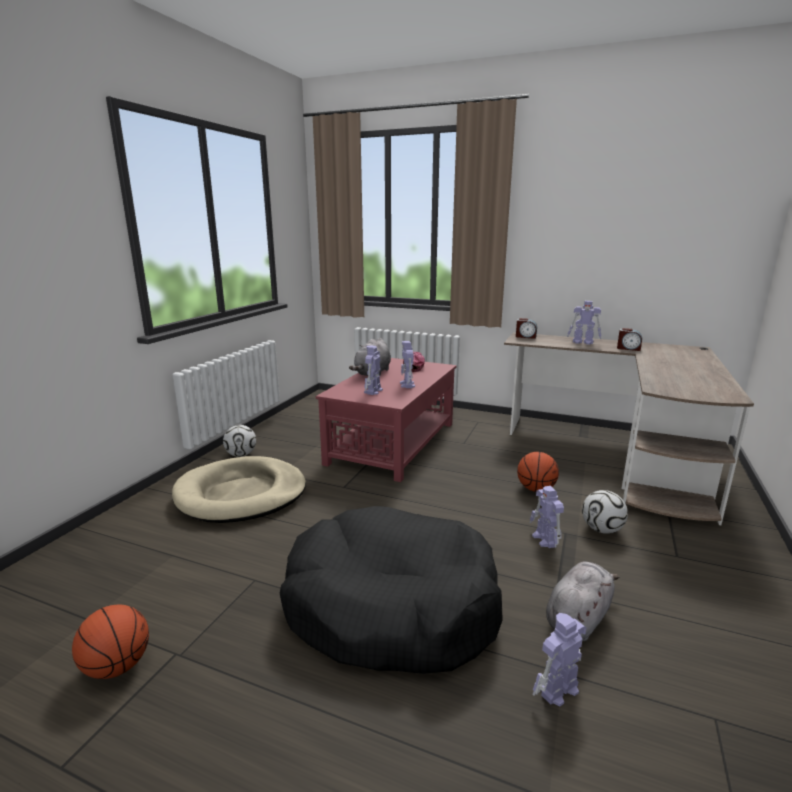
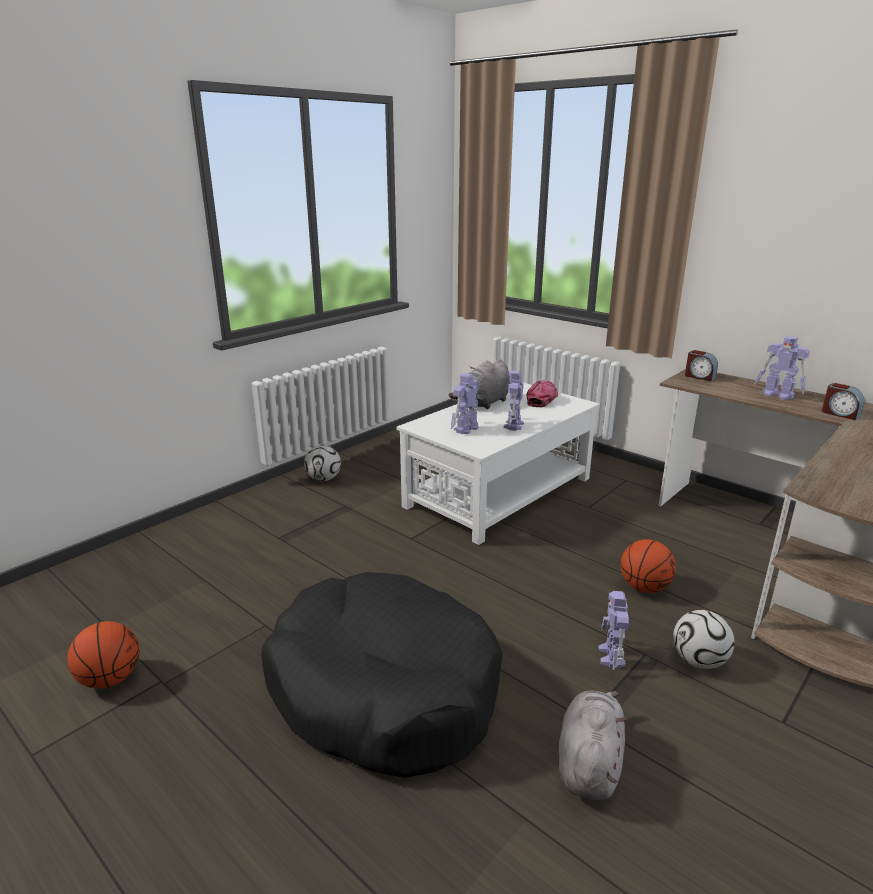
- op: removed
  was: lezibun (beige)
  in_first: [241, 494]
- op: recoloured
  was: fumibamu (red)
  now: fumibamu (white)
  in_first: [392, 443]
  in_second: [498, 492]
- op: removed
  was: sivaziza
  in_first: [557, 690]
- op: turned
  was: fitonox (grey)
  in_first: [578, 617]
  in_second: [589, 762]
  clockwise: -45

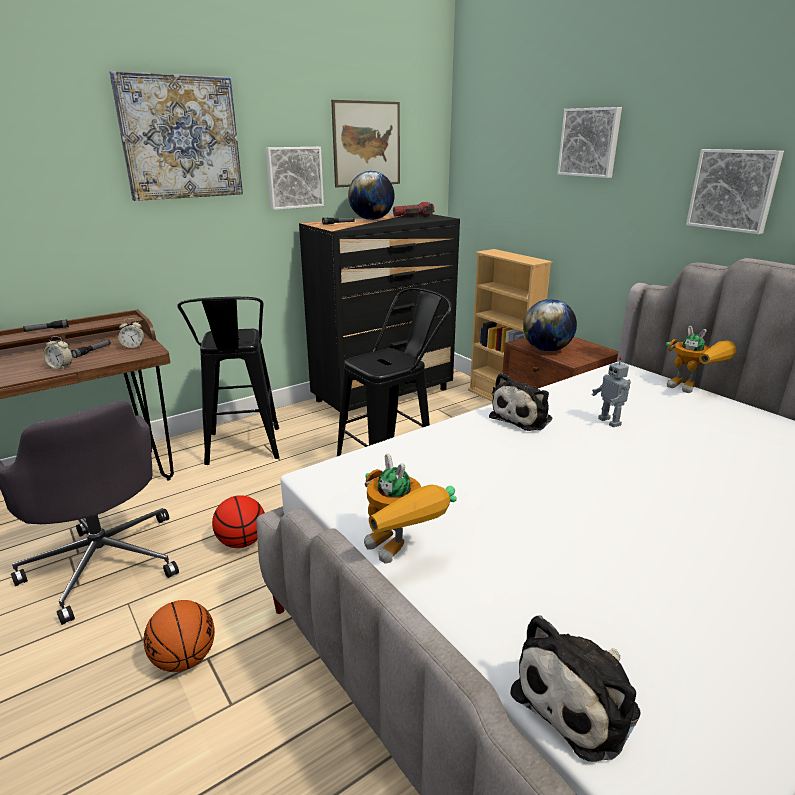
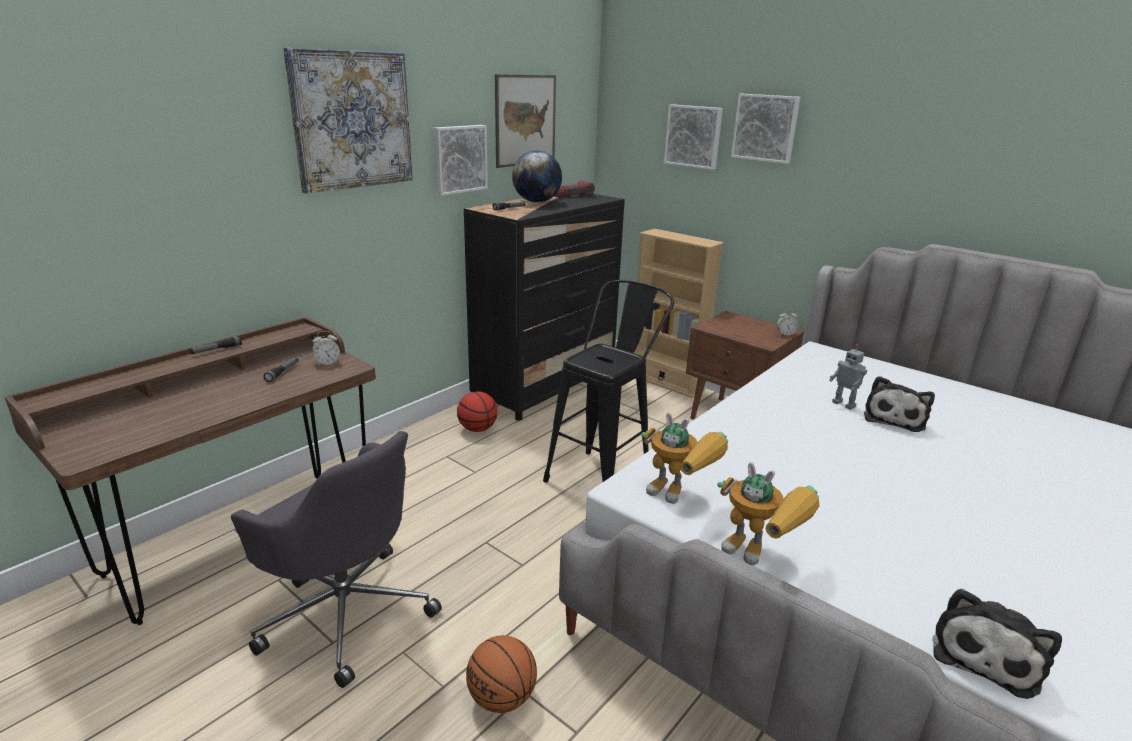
- op: moved
  was: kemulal
  in_first: [60, 367]
  in_second: [785, 334]
- op: removed
  was: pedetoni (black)
  in_first: [243, 451]
- op: moved
  was: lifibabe
  in_first: [241, 542]
  in_second: [477, 429]
- op: moved
  was: fitonox
  in_first: [523, 417]
  in_second: [894, 418]
- op: removed
  was: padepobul
  in_first: [546, 350]
- op: moved
  was: sivaziza
  in_first: [693, 389]
  in_second: [680, 495]
- op: moved
  was: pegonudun
  in_first: [733, 190]
  in_second: [693, 136]

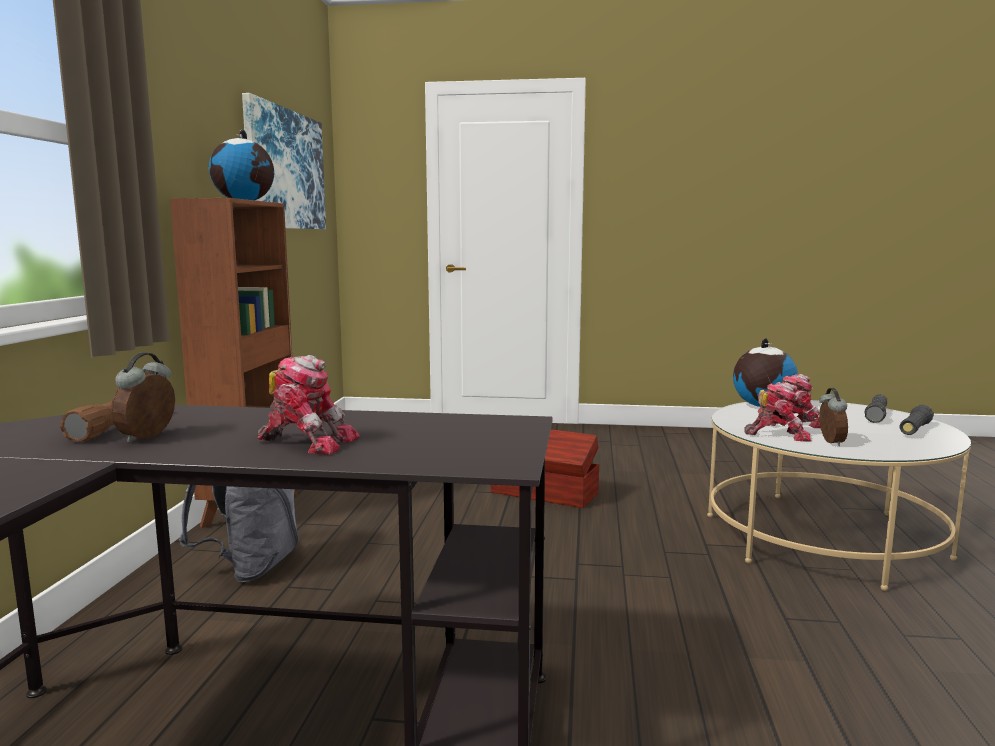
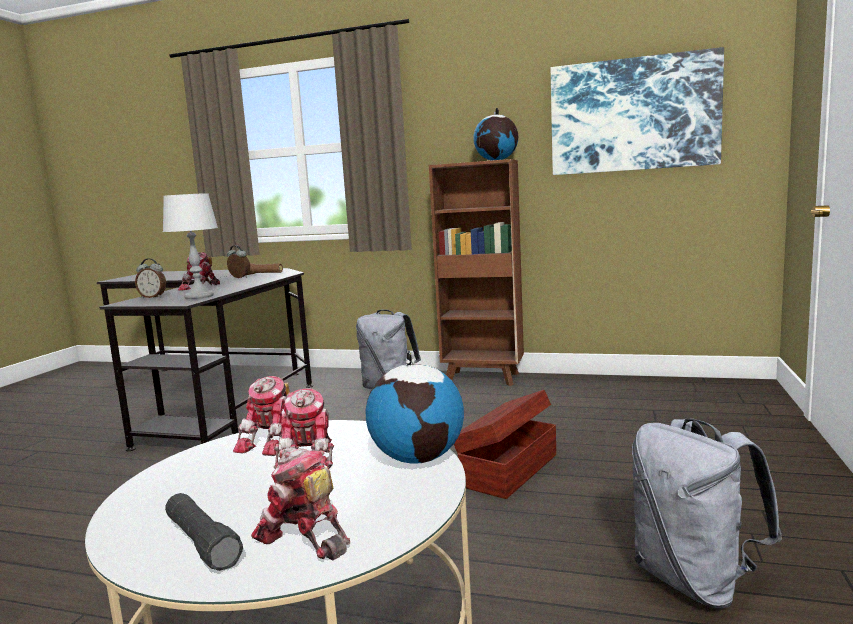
- op: moved
  was: kemulal
  in_first: [829, 442]
  in_second: [153, 297]
- op: replaced
  was: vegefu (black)
  now: sivaziza
  in_first: [876, 416]
  in_second: [304, 538]
- op: added
  now: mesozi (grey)
  in_second: [199, 296]
- op: added
  now: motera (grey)
  in_second: [695, 581]

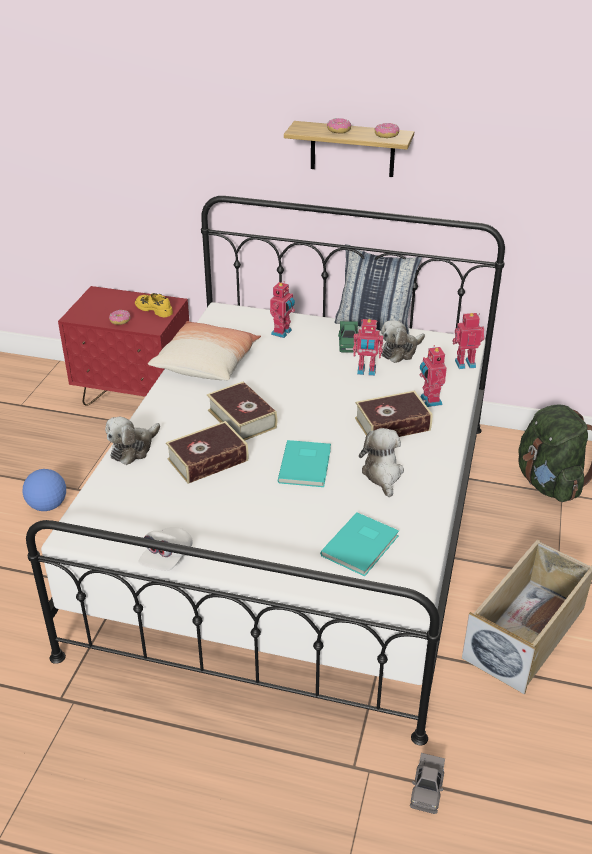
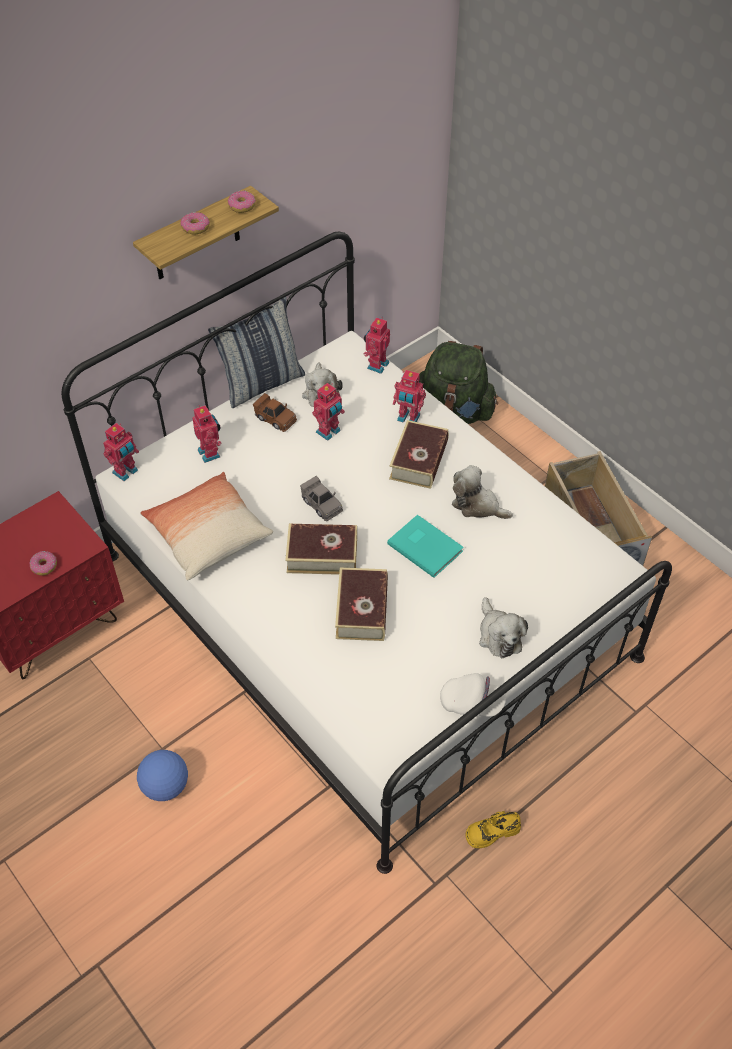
- op: moved
  was: fitonox
  in_first: [133, 449]
  in_second: [499, 635]
- op: moved
  was: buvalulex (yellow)
  in_first: [154, 309]
  in_second: [492, 831]
- op: turned
  was: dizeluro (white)
  in_first: [166, 558]
  in_second: [471, 703]
  clockwise: -45
- op: removed
  was: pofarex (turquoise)
  in_first: [362, 545]
- op: recoloured
  was: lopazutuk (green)
  now: lopazutuk (brown)
  in_first: [348, 344]
  in_second: [275, 418]
- op: moved
  was: lopazutuk (grey)
  in_first: [427, 789]
  in_second: [321, 504]
- op: added
  now: sivaziza
  in_second: [126, 472]

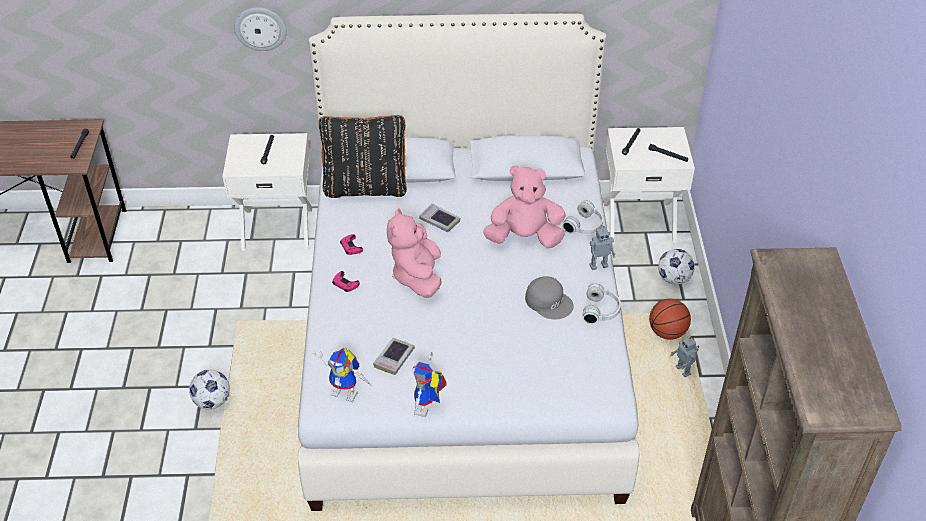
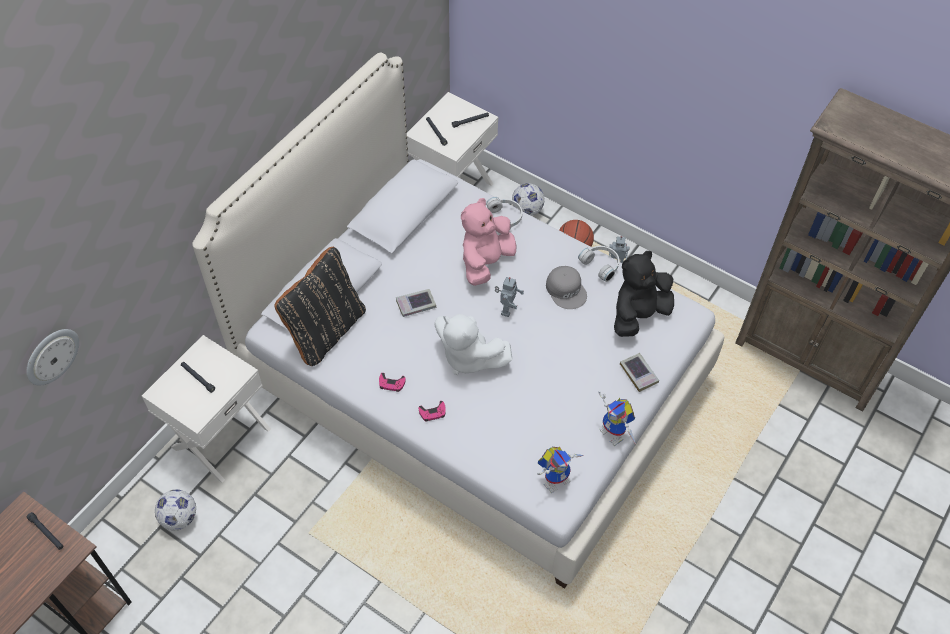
- op: moved
  was: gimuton
  in_first: [212, 401]
  in_second: [179, 518]
- op: moved
  was: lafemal
  in_first: [260, 28]
  in_second: [51, 356]
- op: moved
  was: pofarex
  in_first: [394, 358]
  in_second: [638, 374]
- op: recoloured
  was: fitonox (pink)
  now: fitonox (white)
  in_first: [417, 276]
  in_second: [468, 357]
- op: turned
  was: dizeluro (grey)
  in_first: [549, 301]
  in_second: [566, 290]
  clockwise: 75
- op: moved
  was: sivaziza
  in_first: [598, 265]
  in_second: [506, 309]
- op: added
  now: fitonox (black)
  in_second: [638, 315]

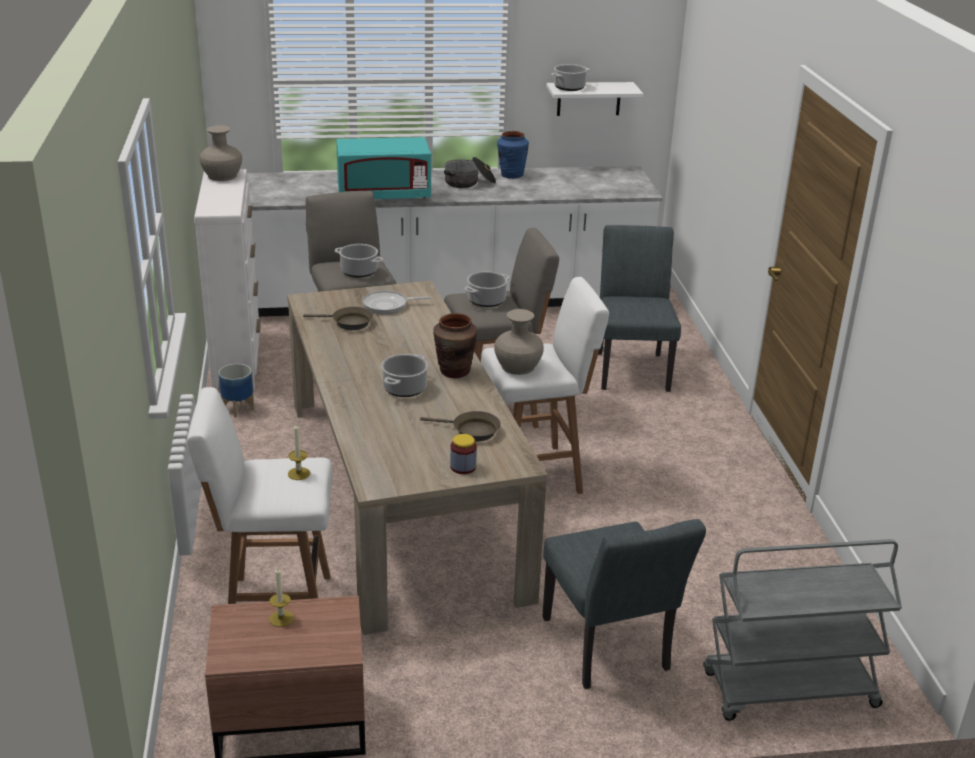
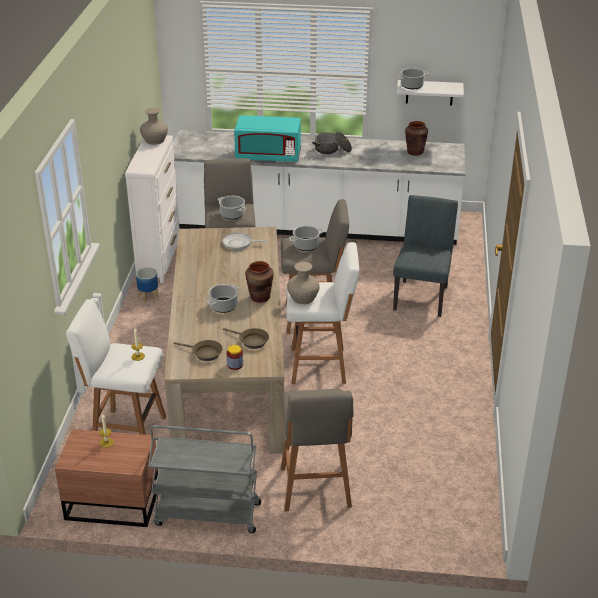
- op: moved
  was: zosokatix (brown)
  in_first: [348, 323]
  in_second: [204, 353]
- op: removed
  was: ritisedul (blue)
  in_first: [511, 175]
- op: replaced
  was: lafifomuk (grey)
  now: pedetoni (grey)
  in_first: [609, 651]
  in_second: [315, 489]
- op: moved
  was: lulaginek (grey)
  in_first: [788, 691]
  in_second: [206, 514]
- op: added
  now: ritisedul (brown)
  in_second: [415, 152]

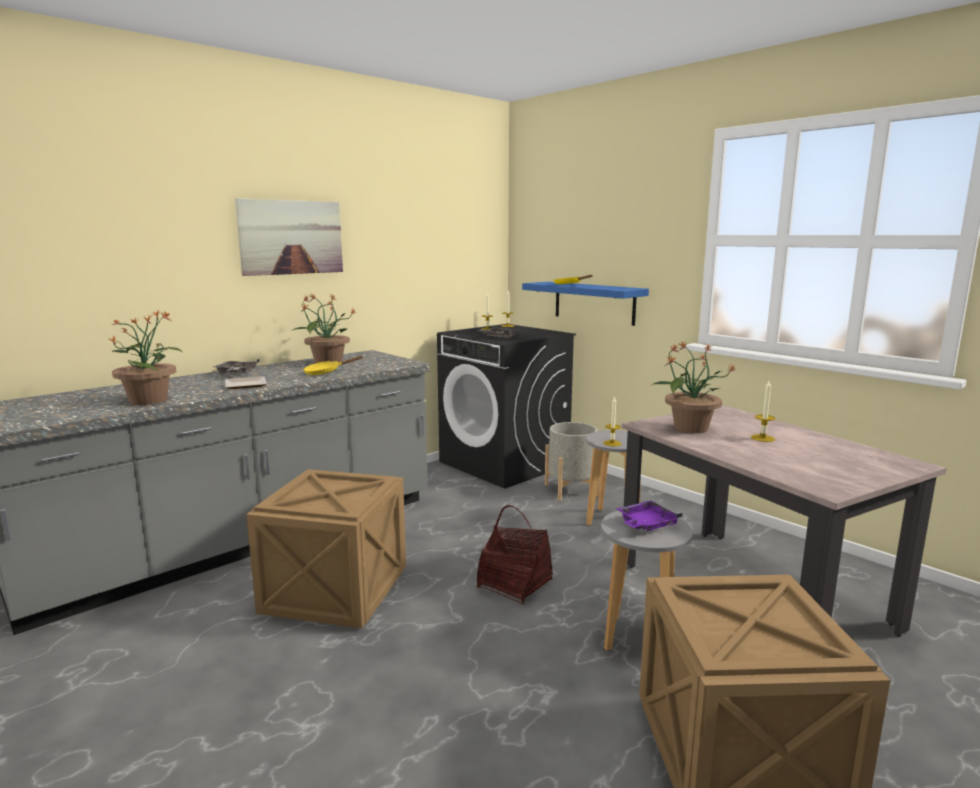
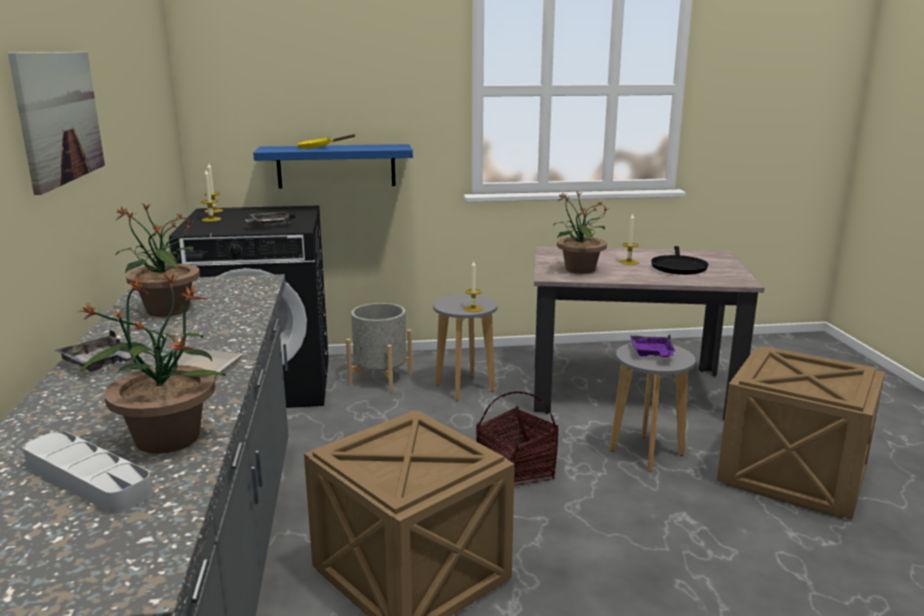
- op: removed
  was: zosokatix (yellow)
  in_first: [326, 372]
- op: added
  now: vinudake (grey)
  in_second: [87, 478]
- op: added
  now: zosokatix (black)
  in_second: [678, 267]

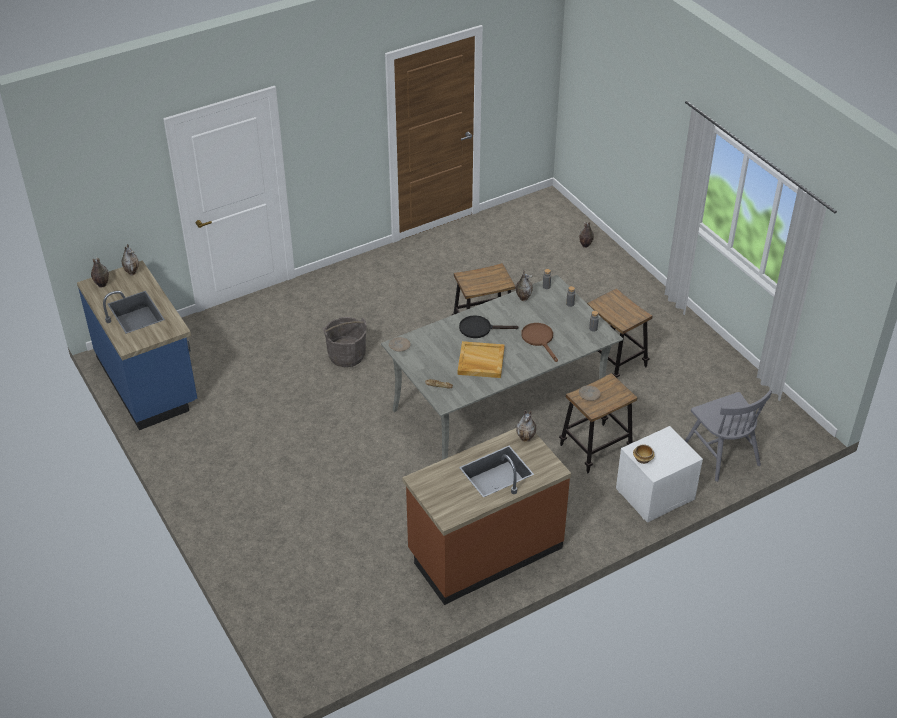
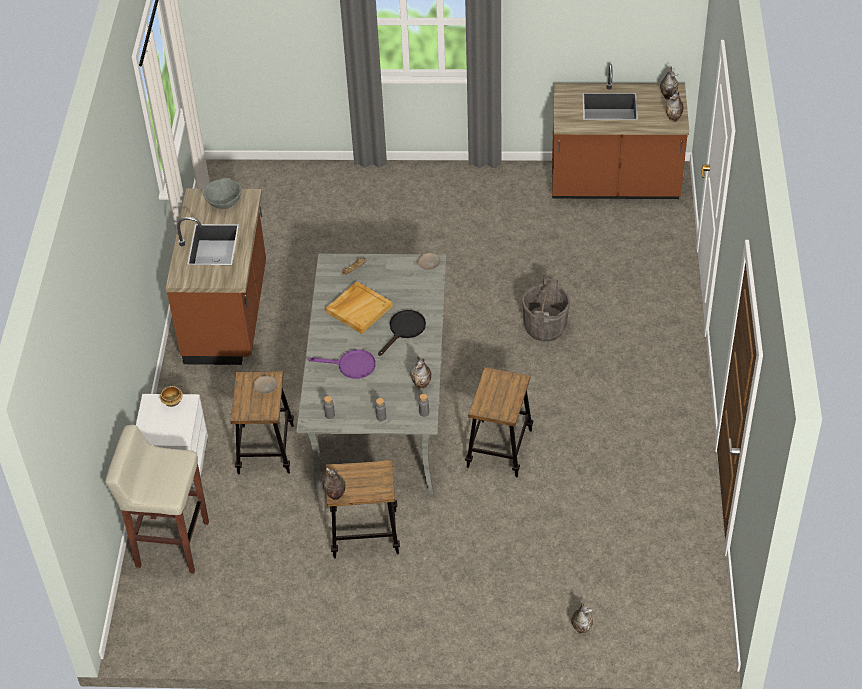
- op: recoloured
  was: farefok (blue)
  now: farefok (brown)
  in_first: [148, 381]
  in_second: [614, 185]
- op: moved
  was: ritisedul
  in_first: [526, 438]
  in_second: [335, 496]
- op: recoloured
  was: zosokatix (brown)
  now: zosokatix (purple)
  in_first: [539, 339]
  in_second: [351, 366]
- op: replaced
  was: lafifomuk (grey)
  now: pedetoni (beige)
  in_first: [721, 453]
  in_second: [171, 544]
- op: added
  now: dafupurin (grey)
  in_second: [224, 202]

